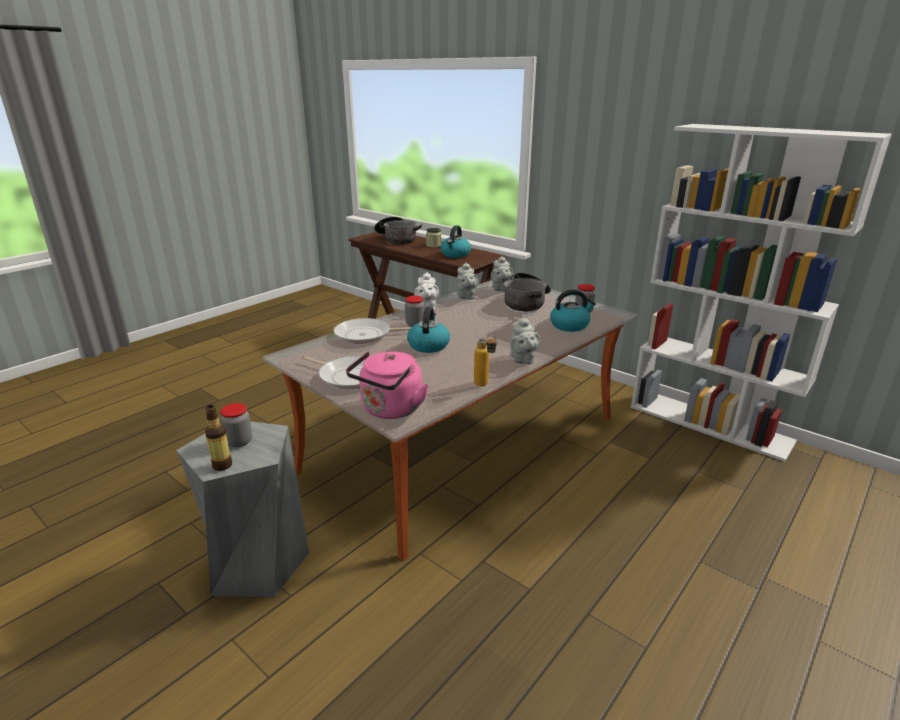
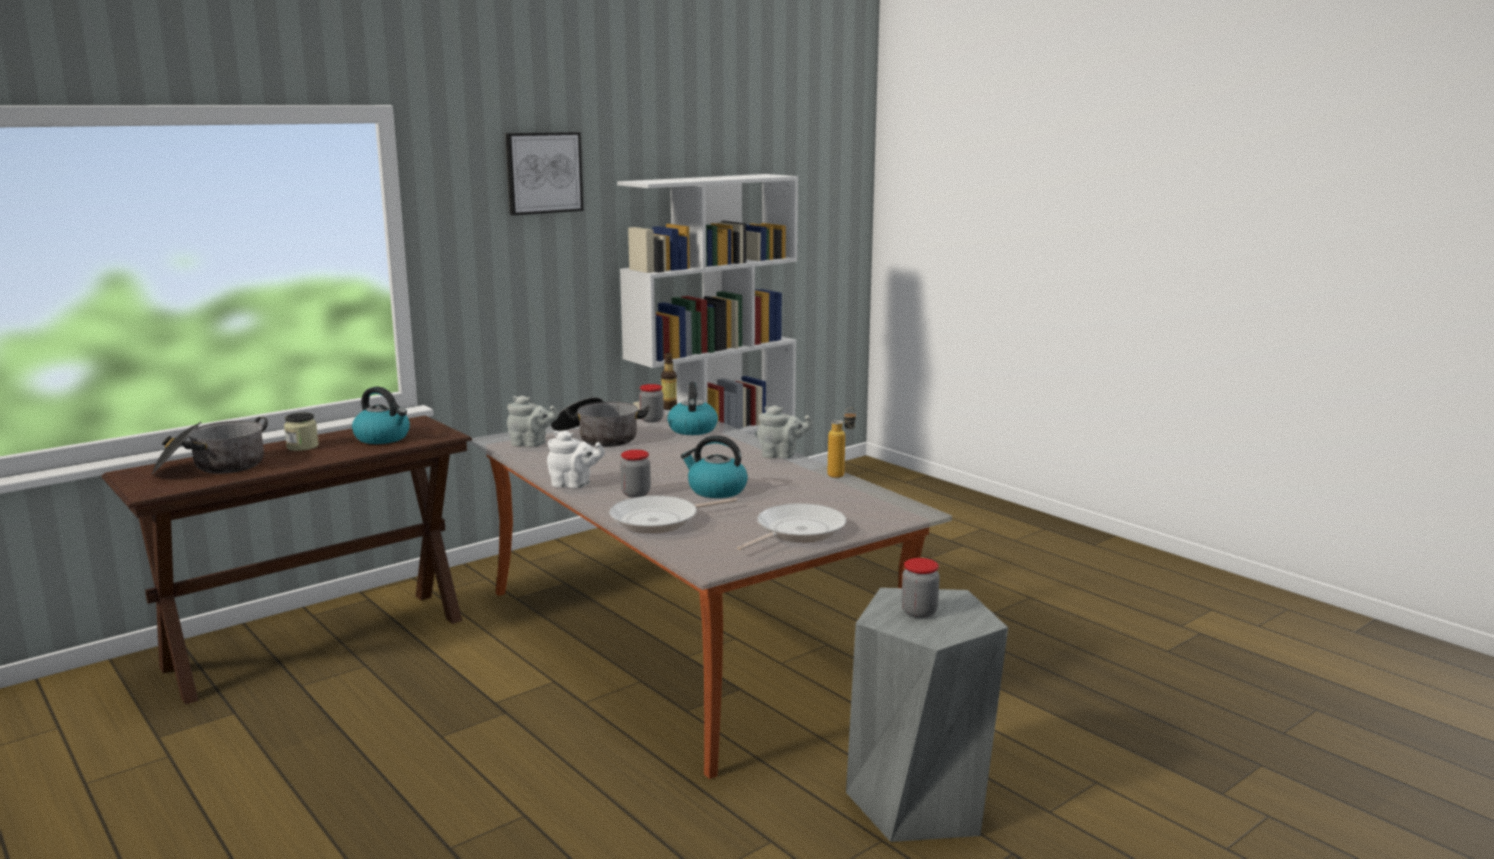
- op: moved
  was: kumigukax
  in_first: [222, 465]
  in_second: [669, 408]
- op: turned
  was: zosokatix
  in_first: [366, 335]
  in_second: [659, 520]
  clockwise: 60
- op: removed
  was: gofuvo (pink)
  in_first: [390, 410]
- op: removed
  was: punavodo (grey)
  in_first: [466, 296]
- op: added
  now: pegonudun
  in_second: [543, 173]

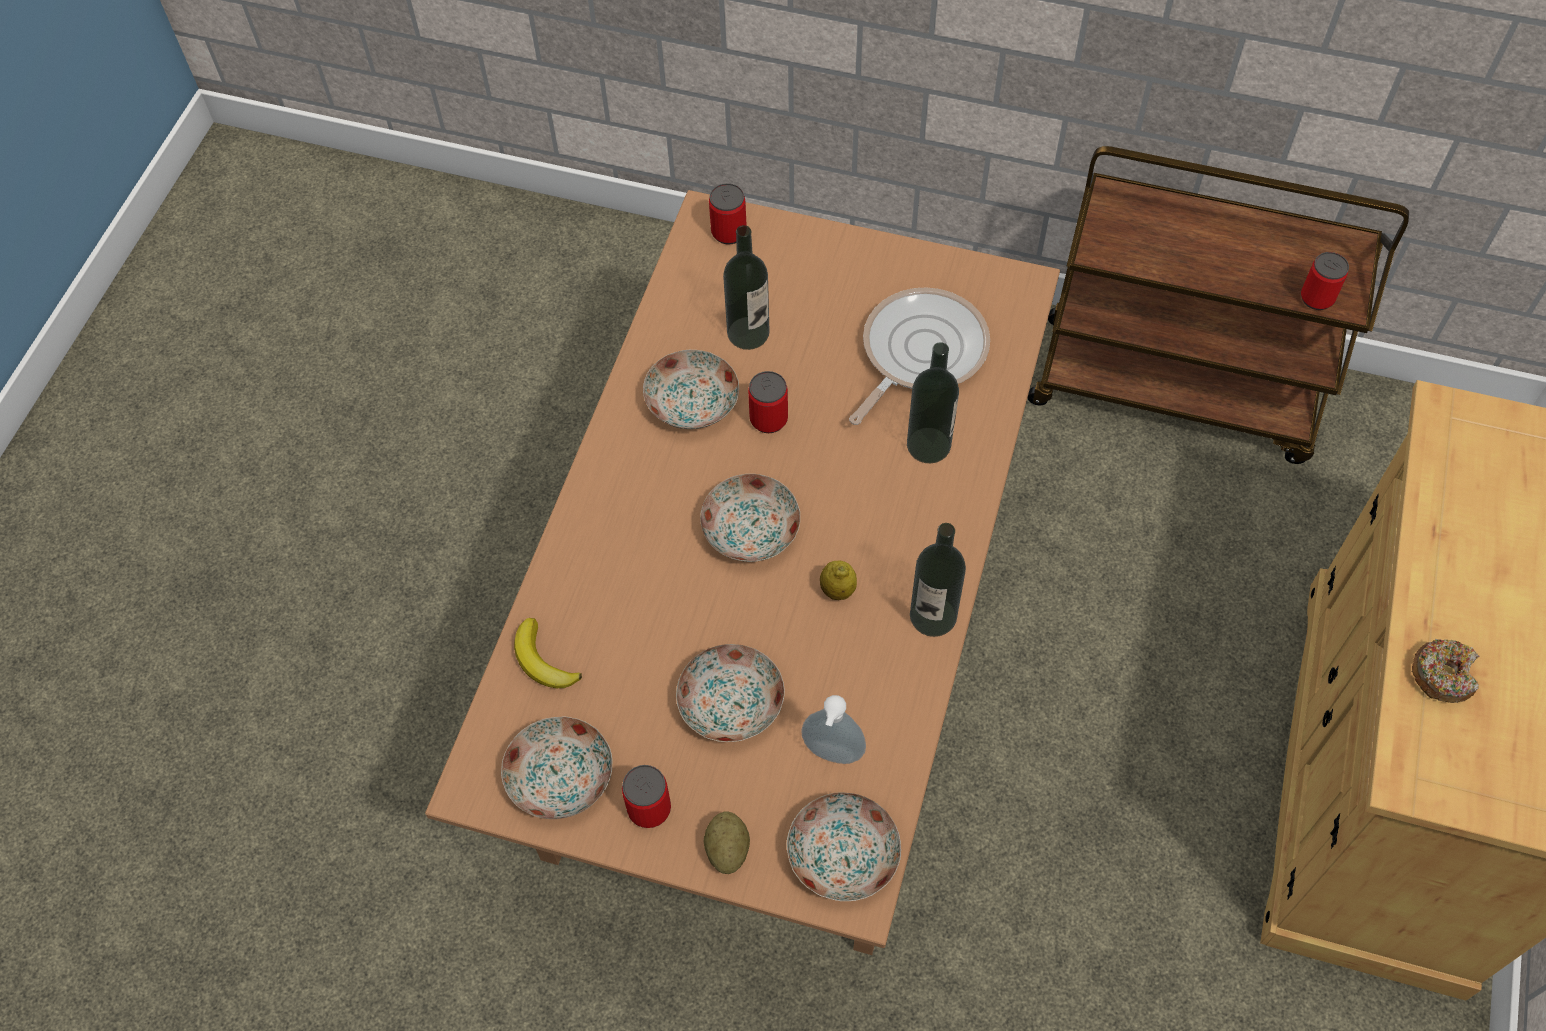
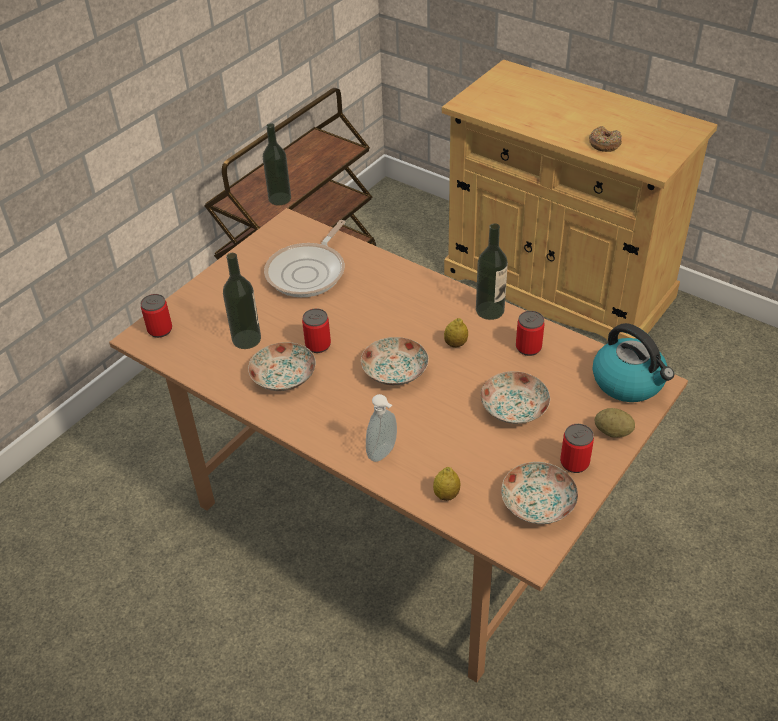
- op: replaced
  was: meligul
  now: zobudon
  in_first: [543, 660]
  in_second: [446, 495]
- op: replaced
  was: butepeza
  now: gofuvo
  in_first: [844, 854]
  in_second: [629, 382]
- op: moved
  was: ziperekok
  in_first: [832, 755]
  in_second: [384, 453]
- op: turned
  was: zosokatix
  in_first: [919, 353]
  in_second: [309, 272]
  clockwise: -120
- op: moved
  was: kumigukax
  in_first: [928, 445]
  in_second: [279, 199]
- op: moved
  was: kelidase
  in_first: [1317, 298]
  in_second: [528, 347]

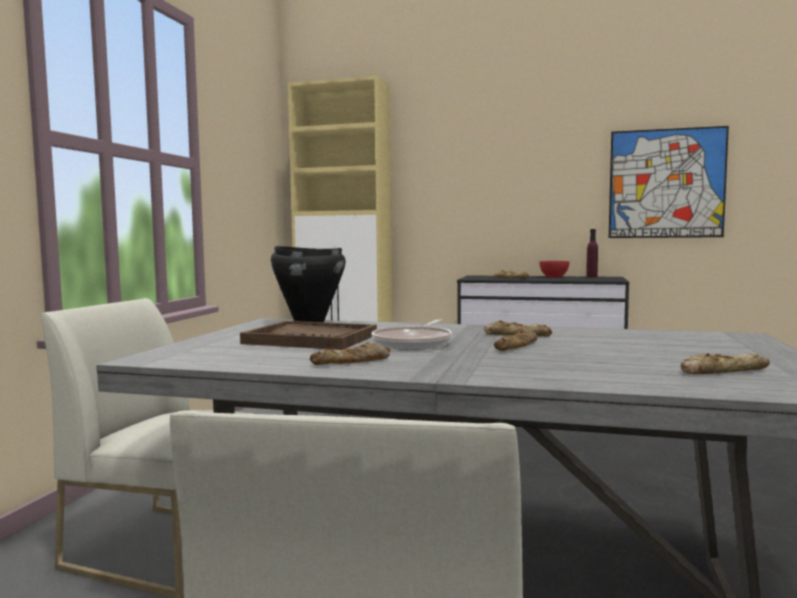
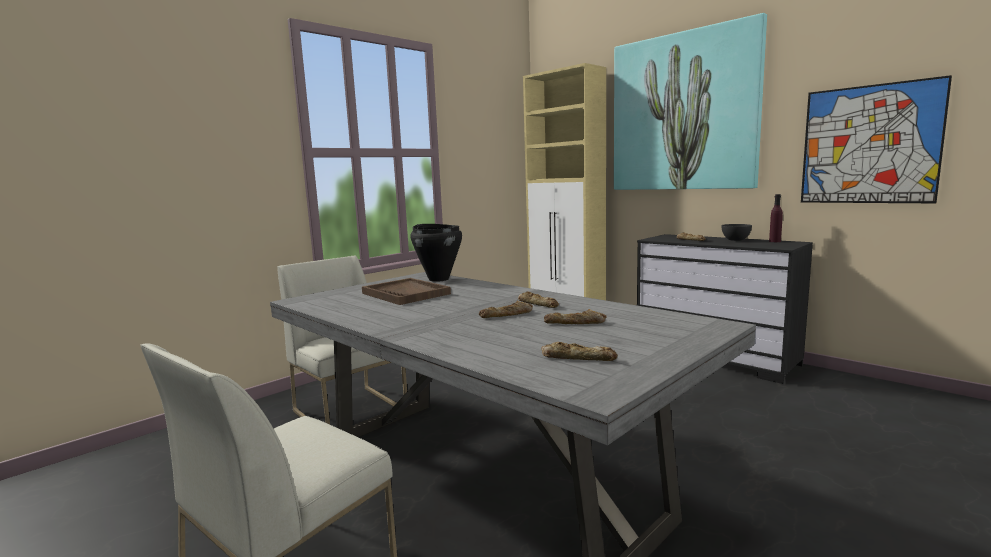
- op: moved
  was: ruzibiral
  in_first: [352, 362]
  in_second: [575, 323]
- op: removed
  was: zosokatix
  in_first: [414, 343]
- op: recoloured
  was: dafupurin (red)
  now: dafupurin (grey)
  in_first: [554, 277]
  in_second: [735, 240]
- op: added
  now: pegonudun
  in_second: [683, 113]

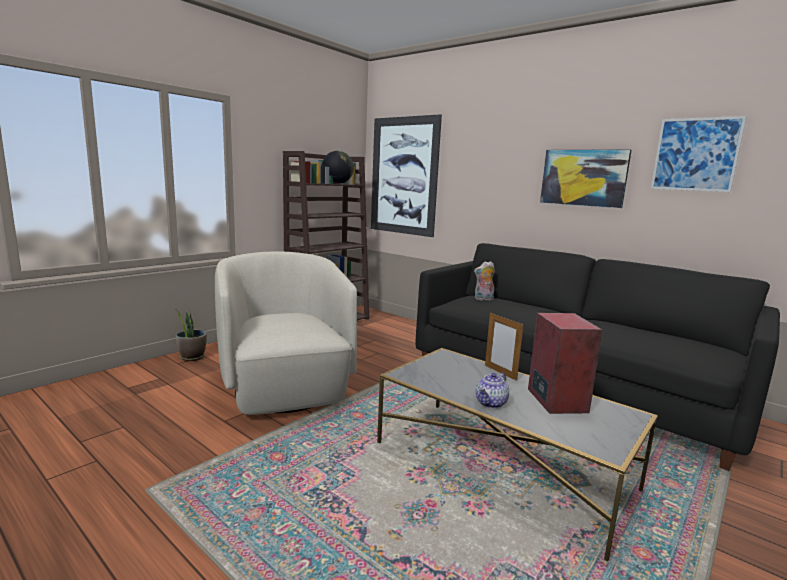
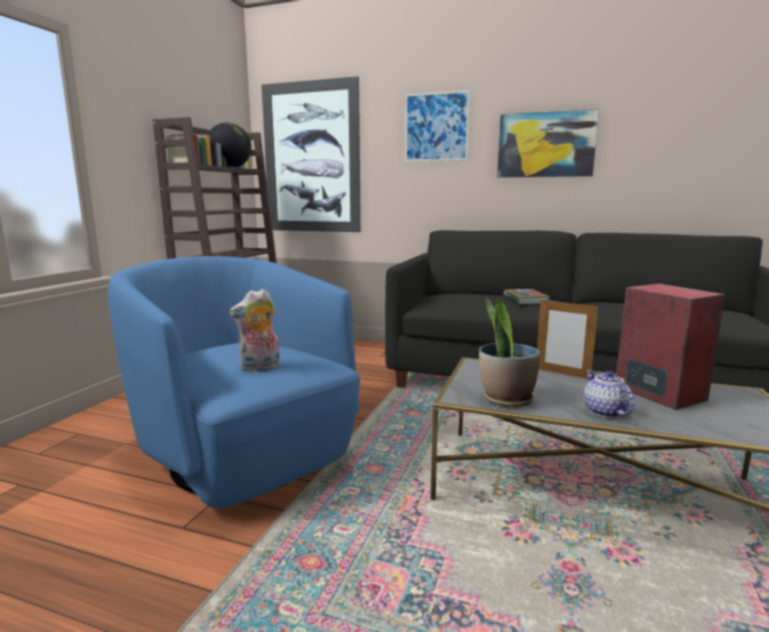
- op: moved
  was: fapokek
  in_first: [192, 357]
  in_second: [506, 399]
- op: recoloured
  was: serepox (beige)
  now: serepox (blue)
  in_first: [285, 389]
  in_second: [245, 455]
- op: moved
  was: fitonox
  in_first: [483, 299]
  in_second: [260, 368]
- op: turned
  was: punavodo
  in_first: [491, 403]
  in_second: [604, 411]
  clockwise: 150
- op: moved
  was: pegonudun
  in_first: [695, 154]
  in_second: [436, 127]
- op: added
  now: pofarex
  in_second: [525, 300]

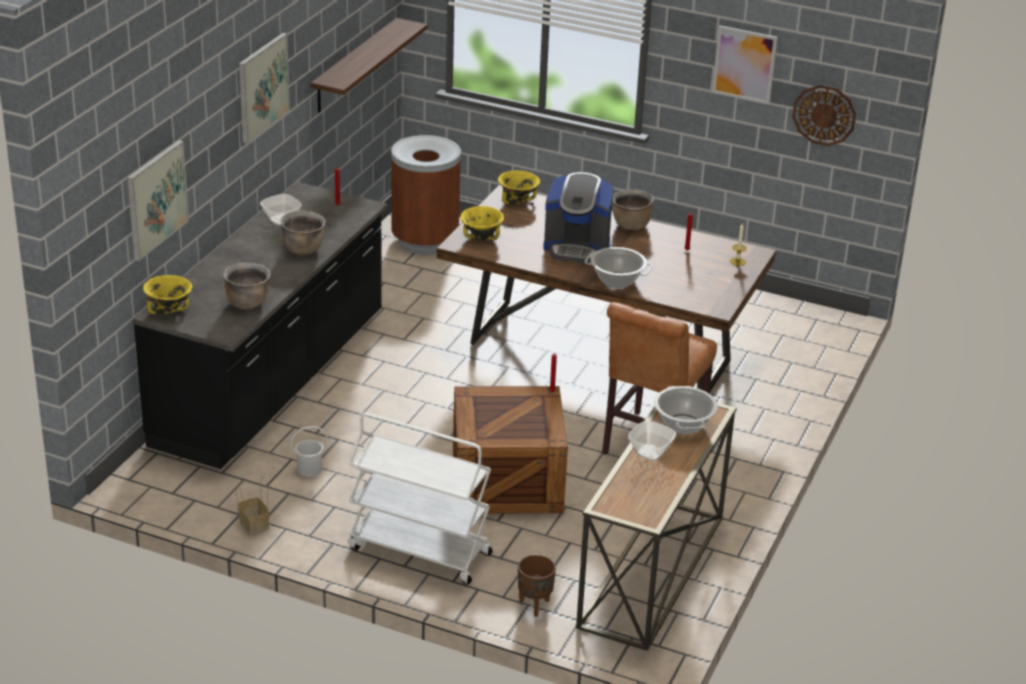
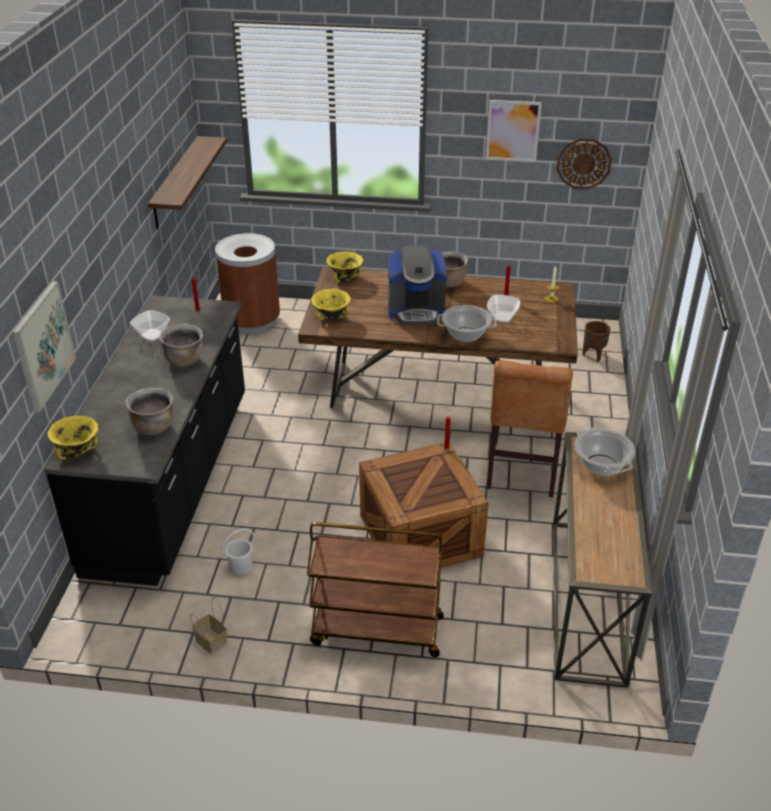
- op: removed
  was: pegonudun
  in_first: [262, 87]
- op: recoloured
  was: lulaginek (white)
  now: lulaginek (brown)
  in_first: [418, 551]
  in_second: [376, 631]
- op: moved
  was: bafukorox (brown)
  in_first: [534, 606]
  in_second: [593, 355]
- op: moved
  was: dafupurin
  in_first: [650, 452]
  in_second: [502, 317]

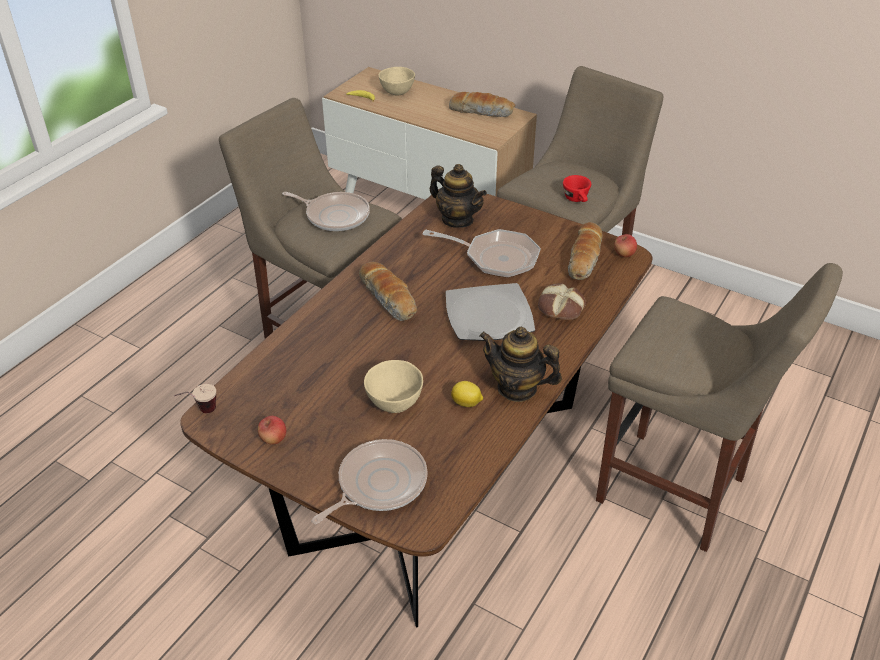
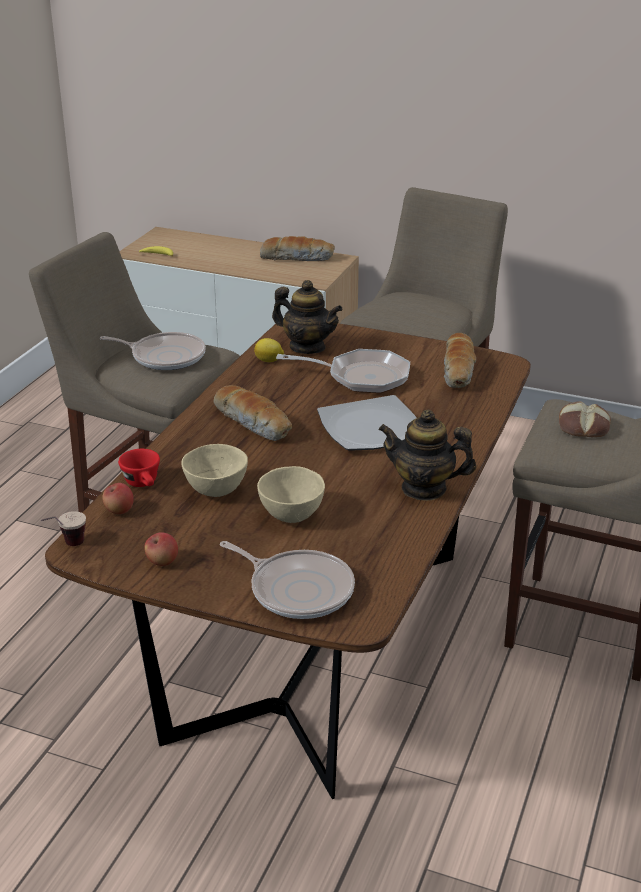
- op: turned
  was: zosokatix
  in_first: [378, 484]
  in_second: [297, 589]
  clockwise: 90
- op: moved
  was: dafupurin (beige)
  in_first: [396, 93]
  in_second: [215, 491]
- op: moved
  was: zobudon
  in_first: [467, 403]
  in_second: [269, 361]
- op: moved
  was: ruzibiral
  in_first: [560, 308]
  in_second: [583, 428]
- op: moved
  was: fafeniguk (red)
  in_first: [577, 200]
  in_second: [143, 484]
- op: moved
  was: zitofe
  in_first: [624, 254]
  in_second: [119, 510]

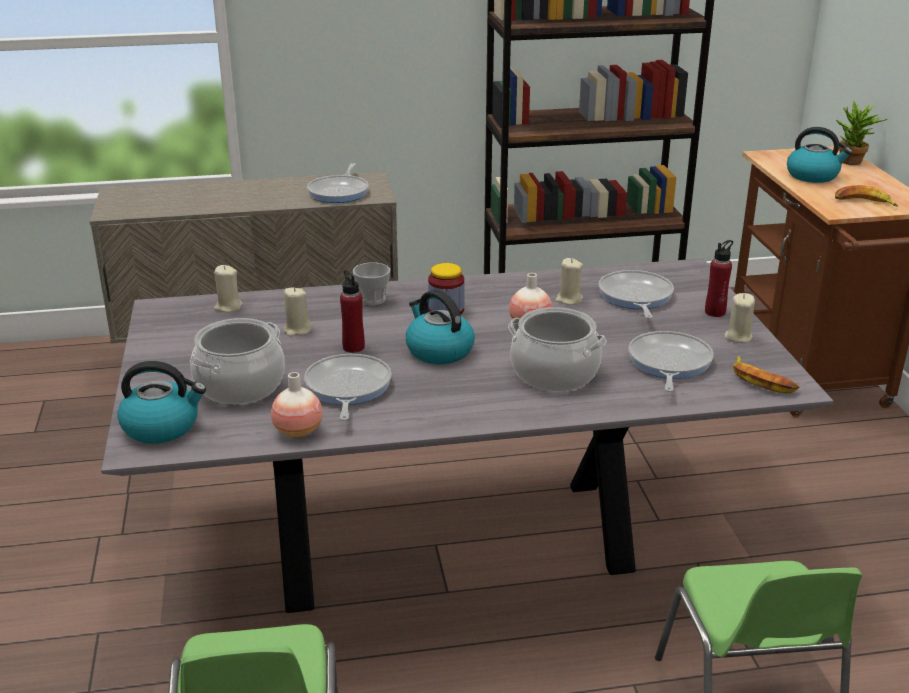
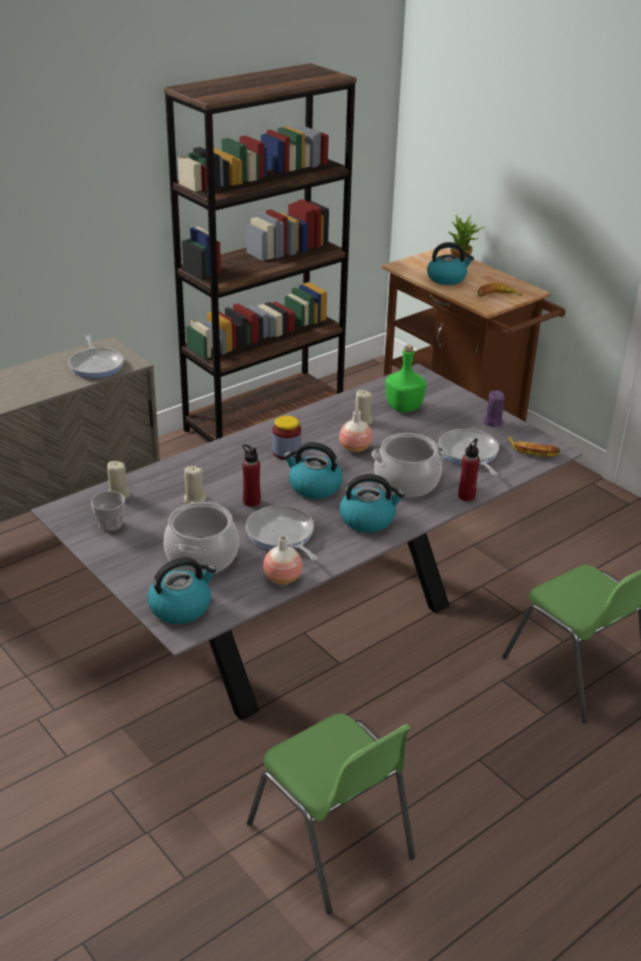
- op: moved
  was: fafeniguk
  in_first: [372, 300]
  in_second: [110, 524]
- op: replaced
  was: zosokatix
  now: kumigukax (green)
  in_first: [635, 297]
  in_second: [403, 407]
- op: moved
  was: kumigukax (red)
  in_first: [715, 312]
  in_second: [466, 496]
- op: recoloured
  was: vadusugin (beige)
  now: vadusugin (purple)
  in_first: [737, 337]
  in_second: [492, 422]
- op: added
  now: gofuvo
  in_second: [368, 519]

